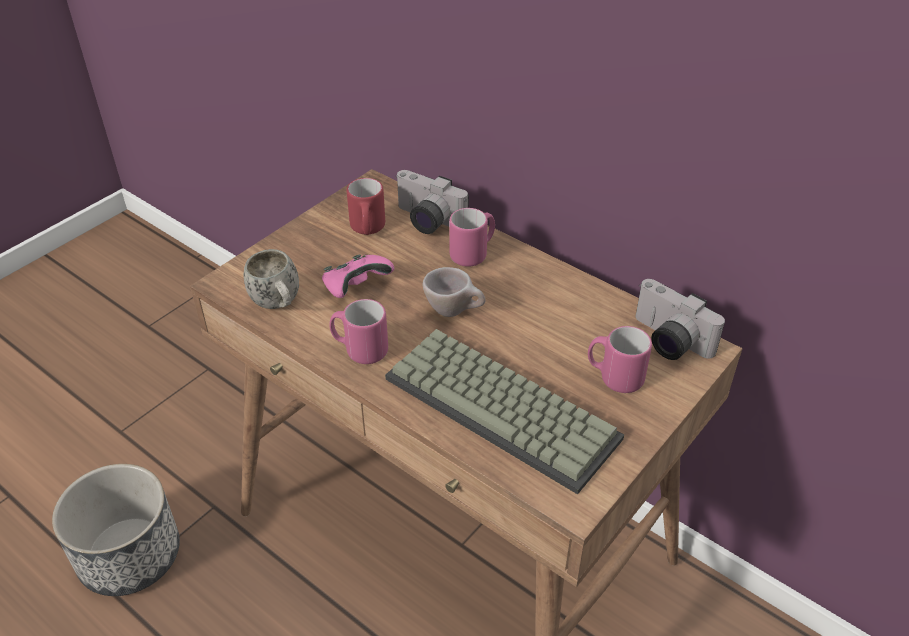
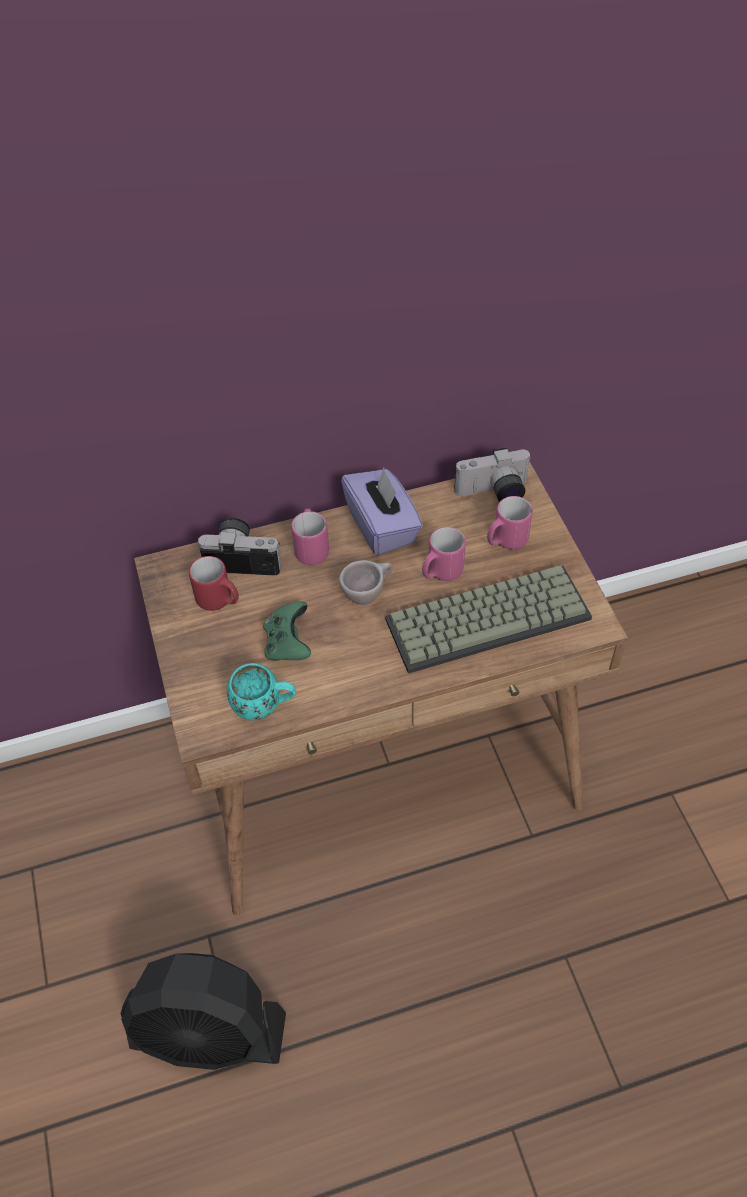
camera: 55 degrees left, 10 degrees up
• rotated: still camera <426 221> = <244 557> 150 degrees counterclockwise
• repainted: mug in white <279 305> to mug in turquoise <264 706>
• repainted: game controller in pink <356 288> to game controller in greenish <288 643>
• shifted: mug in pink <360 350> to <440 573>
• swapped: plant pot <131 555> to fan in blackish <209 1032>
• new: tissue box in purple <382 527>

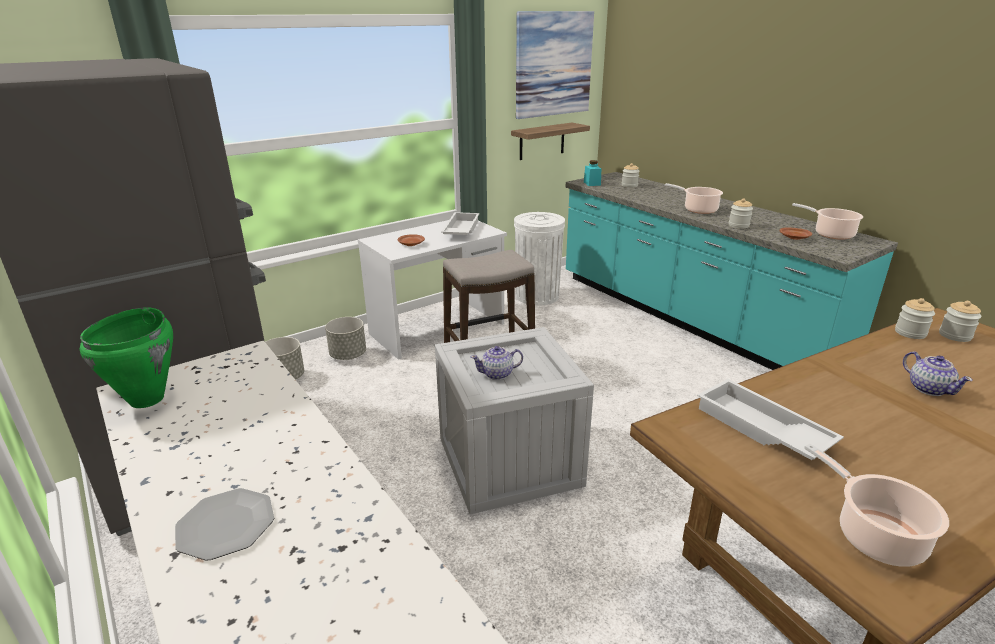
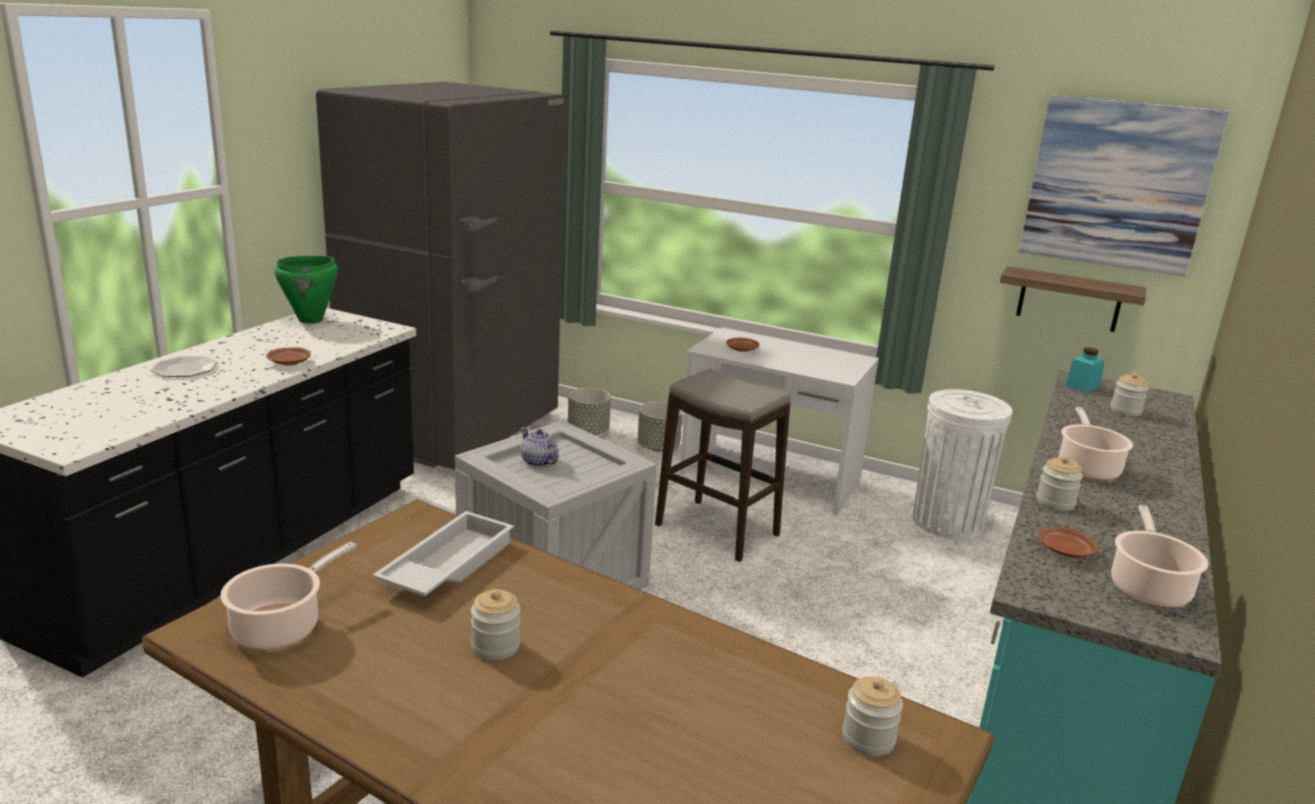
camera: 60 degrees right, 5 degrees down
• gone: carrying tray in white <460 230>
• shifted: storage jar <910 333> to <495 646>
• gone: tea pot <928 388>
• new: flat dish in brown <289 363>

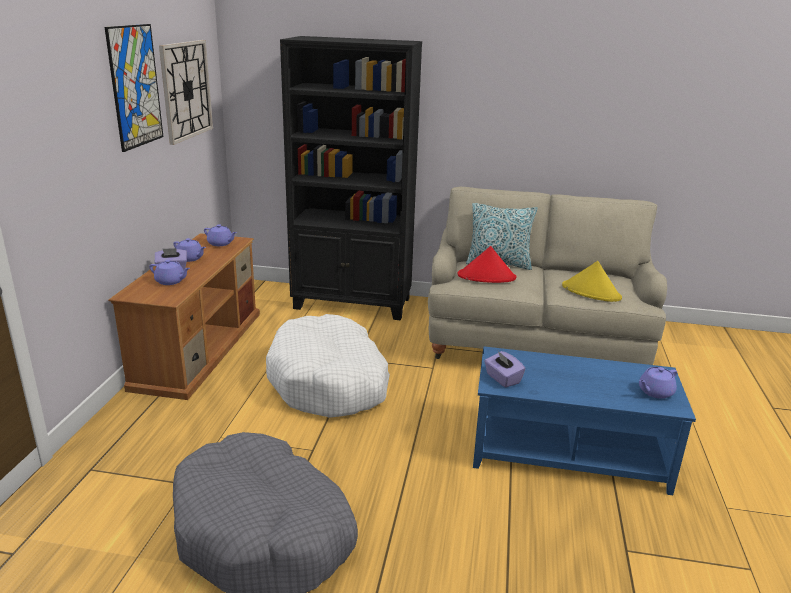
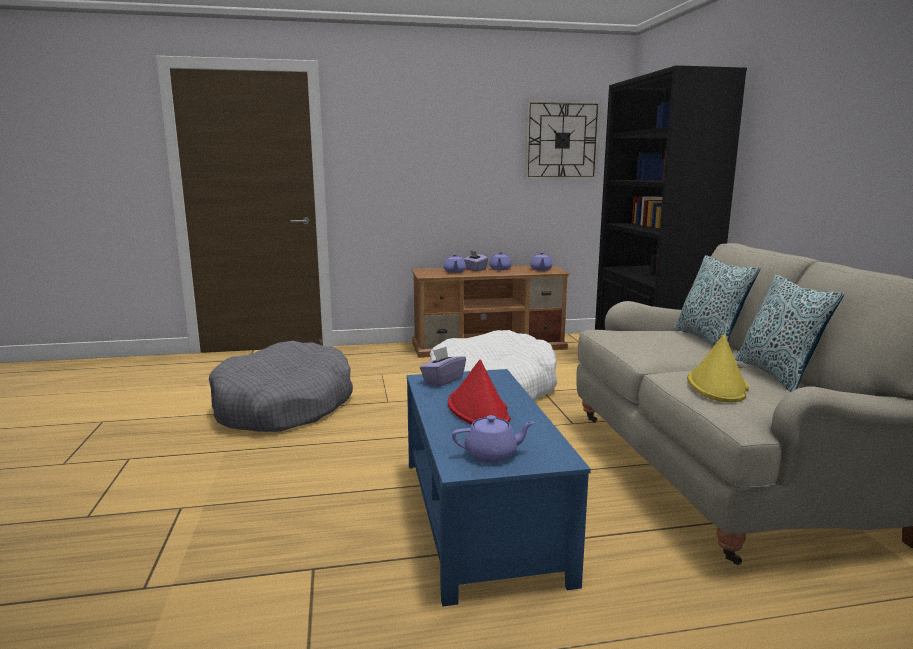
camera: 70 degrees right, 10 degrees down
• gone: wall art <135 86>
• shifted: hat in red <487 277> to <478 410>
• rotated: tea pot in purple <655 392> = <492 454> 135 degrees clockwise
• new: cushion <776 375>

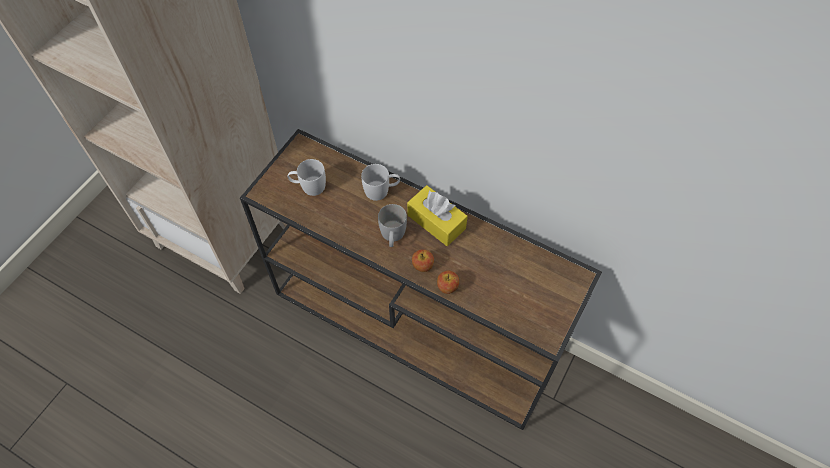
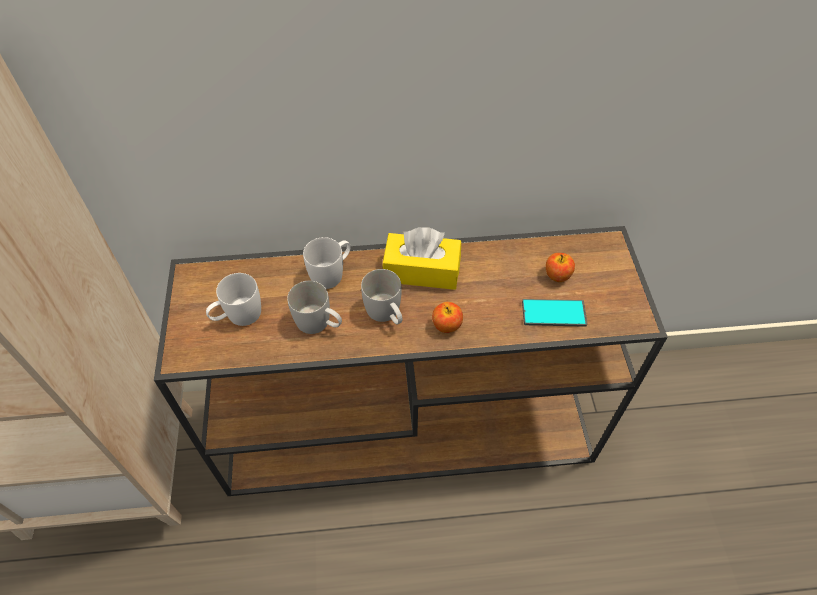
camera: 35 degrees left, 5 degrees down
• shifted: whole apple <447 287> to <557 275>
• new: mug in white <319 323>
• new: telephone <553 313>

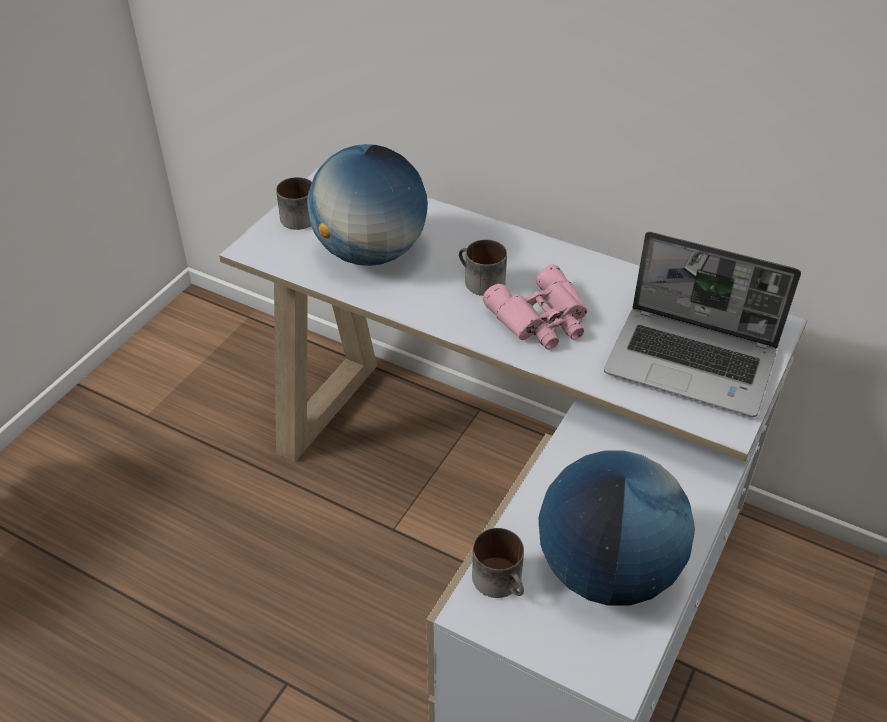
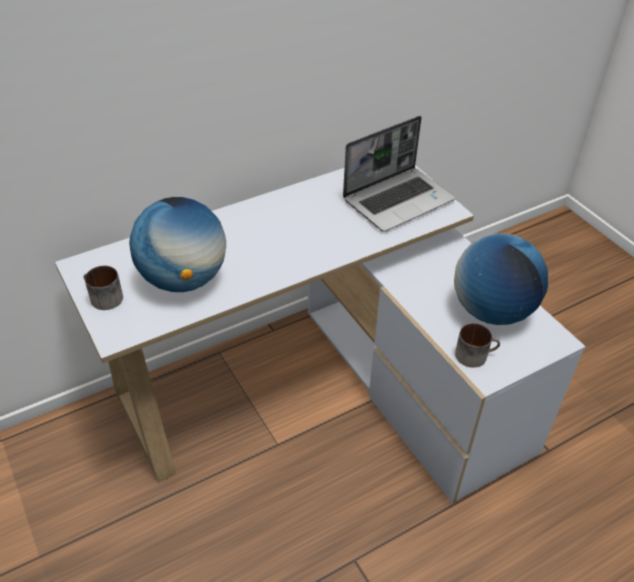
camera: 60 degrees left, 0 degrees up
• gone: mug <479 281>
• gone: field glasses in pink <542 320>

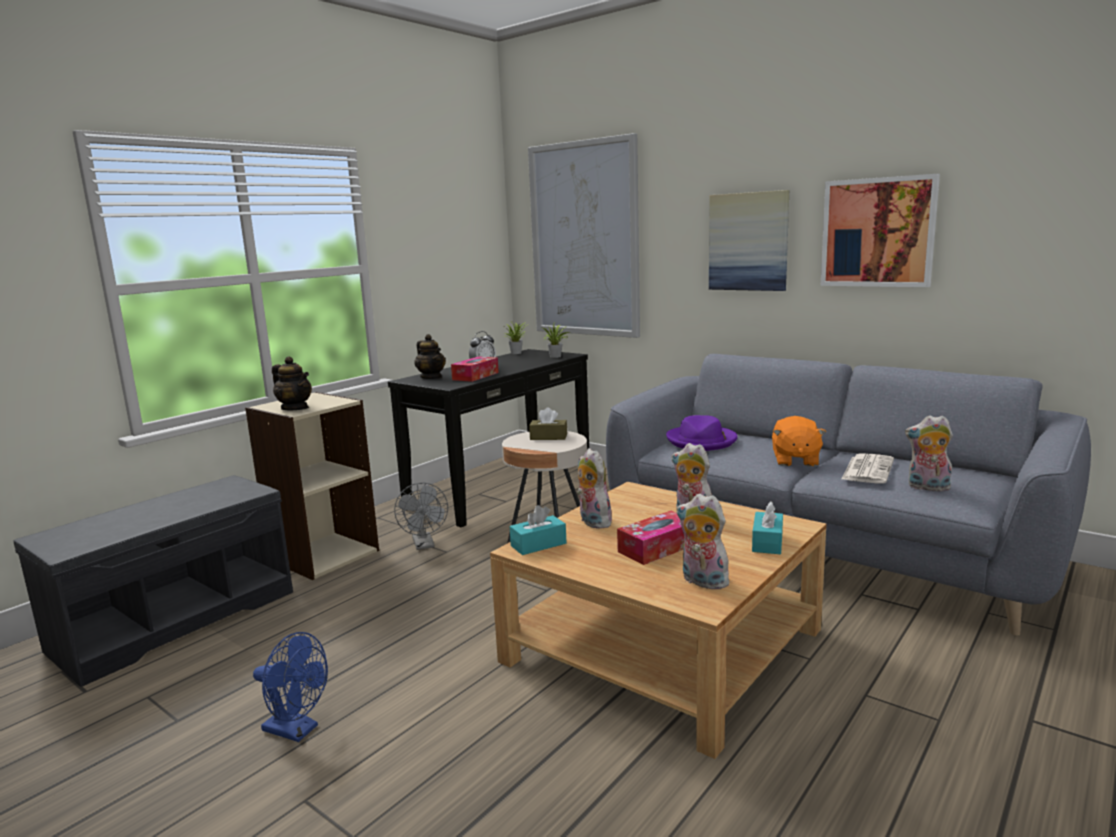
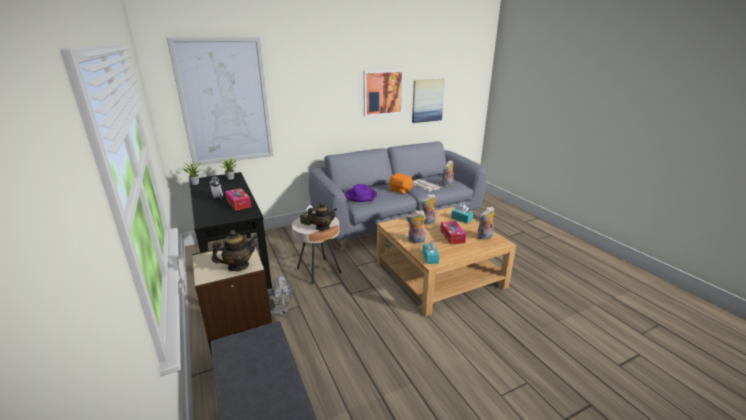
camera: 65 degrees left, 10 degrees up
• shifted: wall art <748 241> to <427 100>
• shifted: tea pot <431 377> to <322 228>
• gone: fan in bluish <297 730>

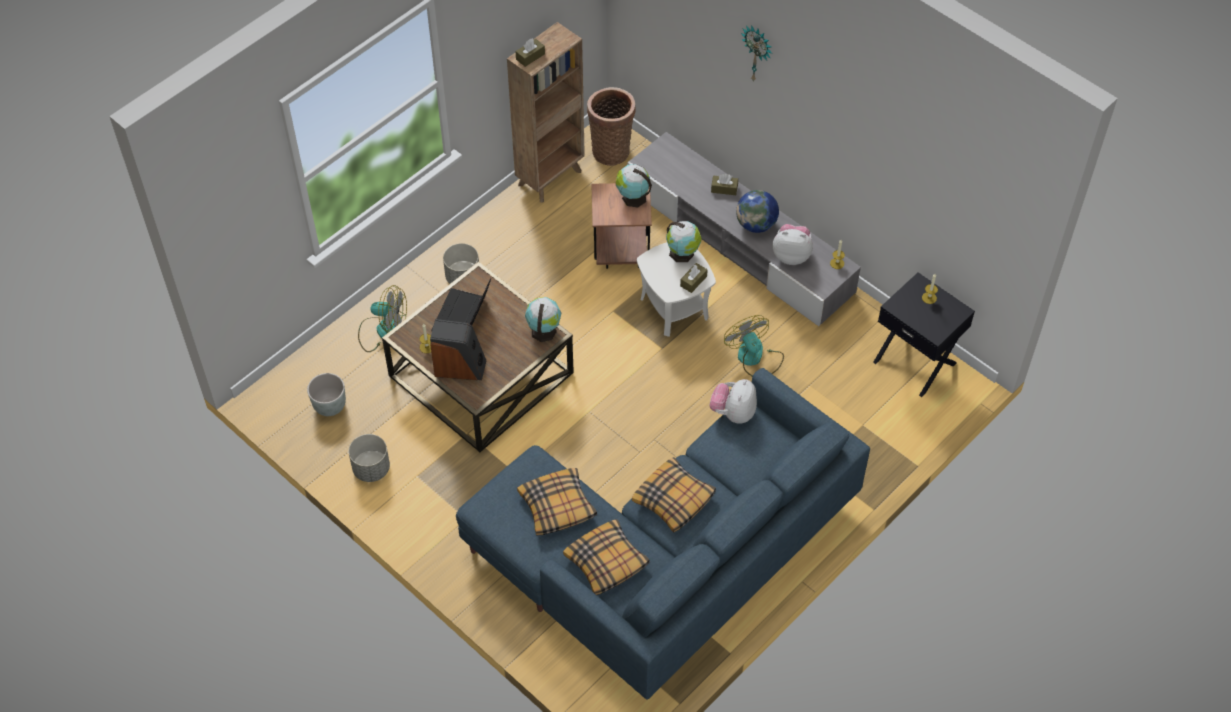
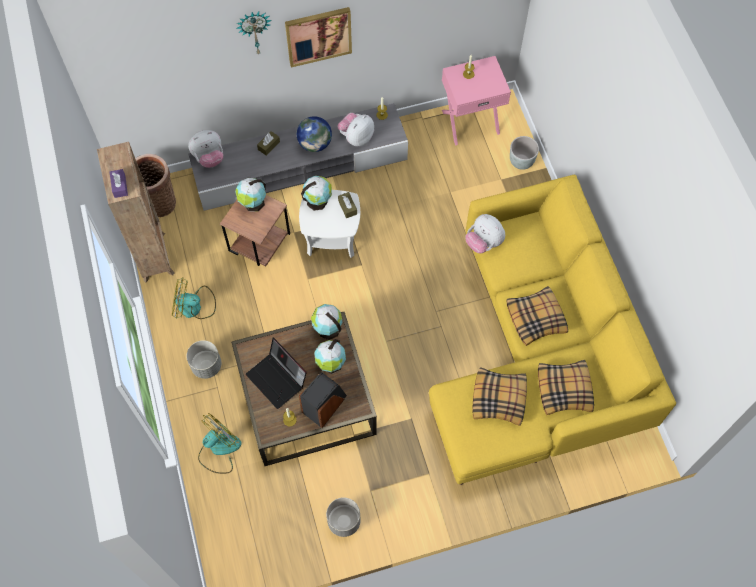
camera: 60 degrees left, 10 degrees up
• repainted: tissue box in brown <530 56> to tissue box in purple <119 186>
• repainted: night table in blackish <915 362> to night table in pink <470 121>
• shifted: fan <754 358> to <194 306>
• repainted: couch in bluish <666 559> to couch in yellowish <538 356>
• shifted: plant pot in gray <330 406> to <521 161>
• new: wall art <318 36>
• new: cuddly toy <209 158>
• new: globe <331 364>

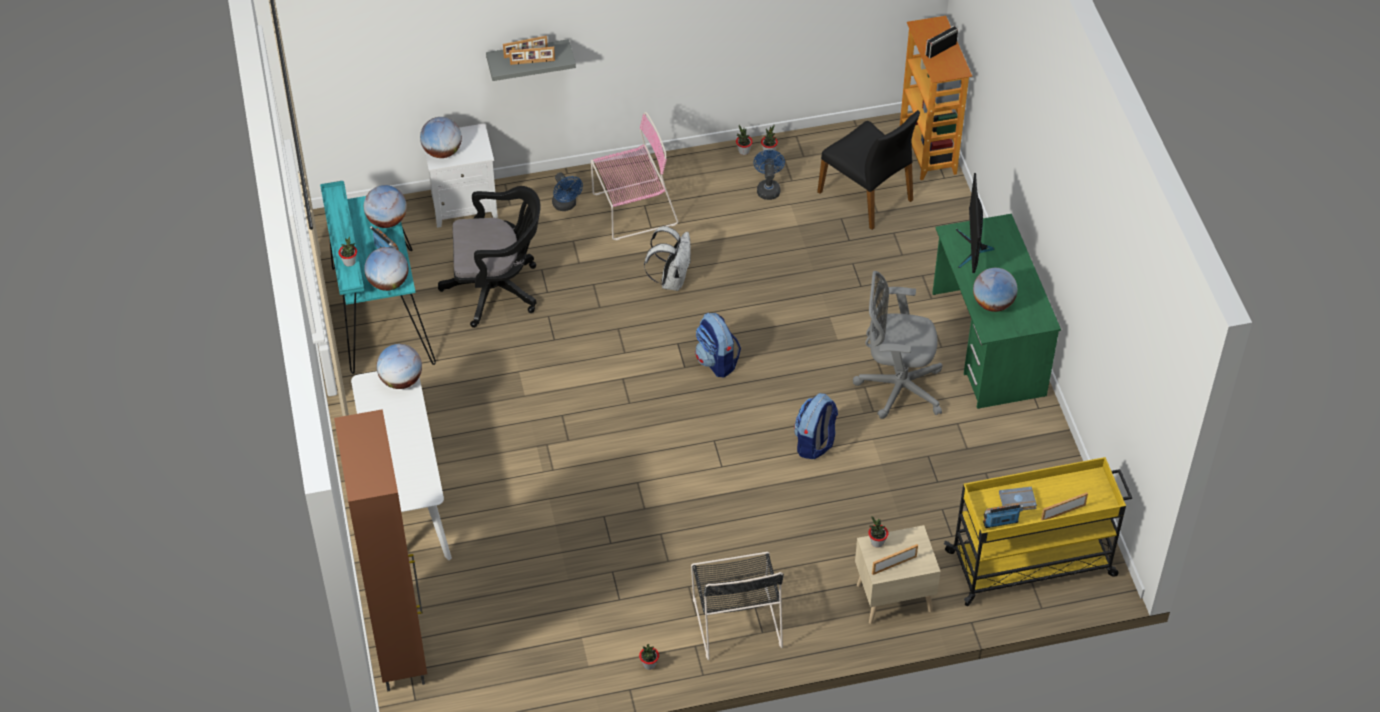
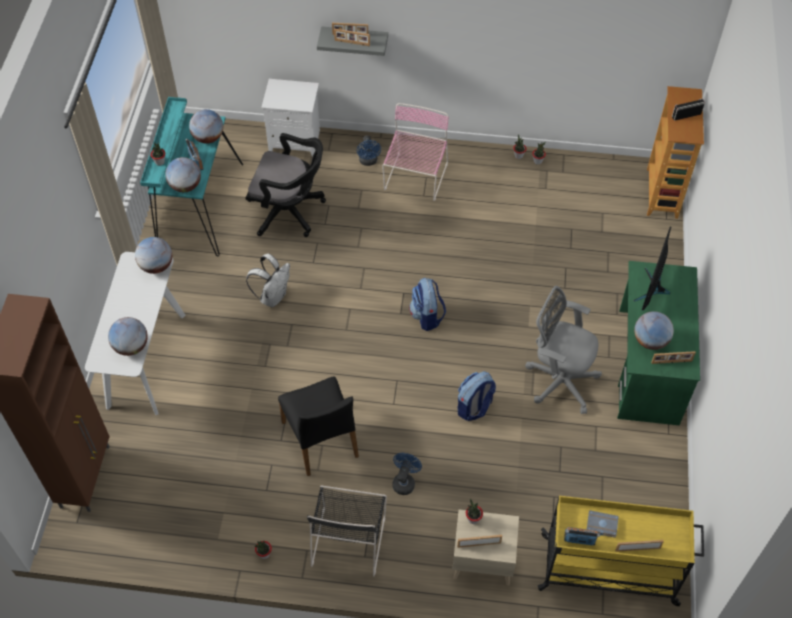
camera: 20 degrees right, 5 degrees up
• shifted: upright chair in blackish <867 196> to <321 439>
• rotated: upright chair in pink <632 210> = <415 178> 75 degrees counterclockwise
• shifted: globe <442 151> to <131 346>
• shifted: fan in bluish <768 188> to <404 481>
• shifted: rucksack in white <671 280> to <273 296>
• new: picture frame <671 362>

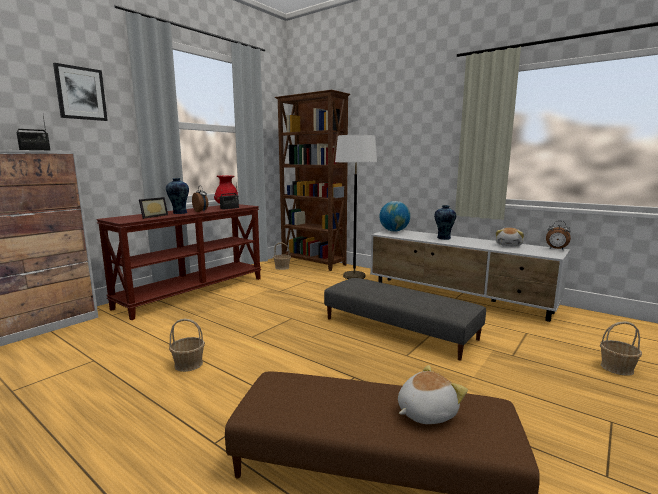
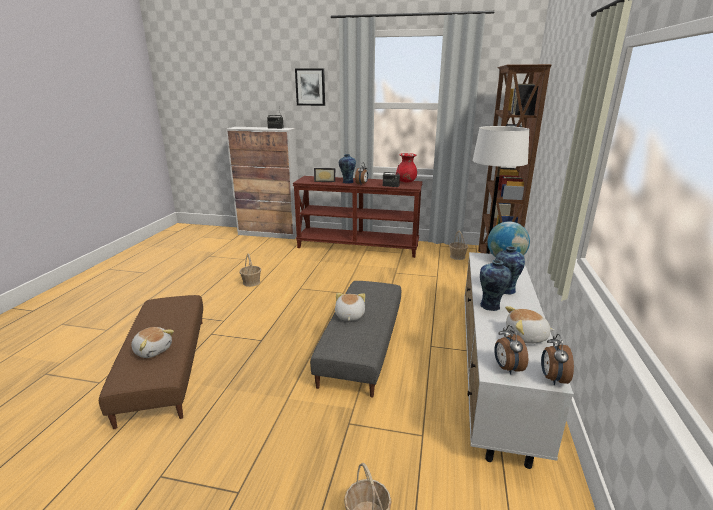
camera: 65 degrees right, 10 degrees up
• new: decorative vase <491 306>
• new: cuddly toy <349 316>
• new: table clock <506 368>

